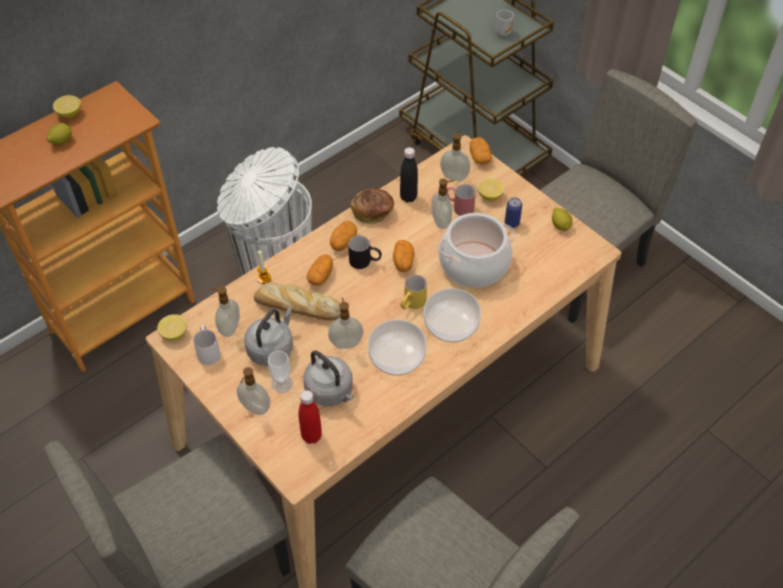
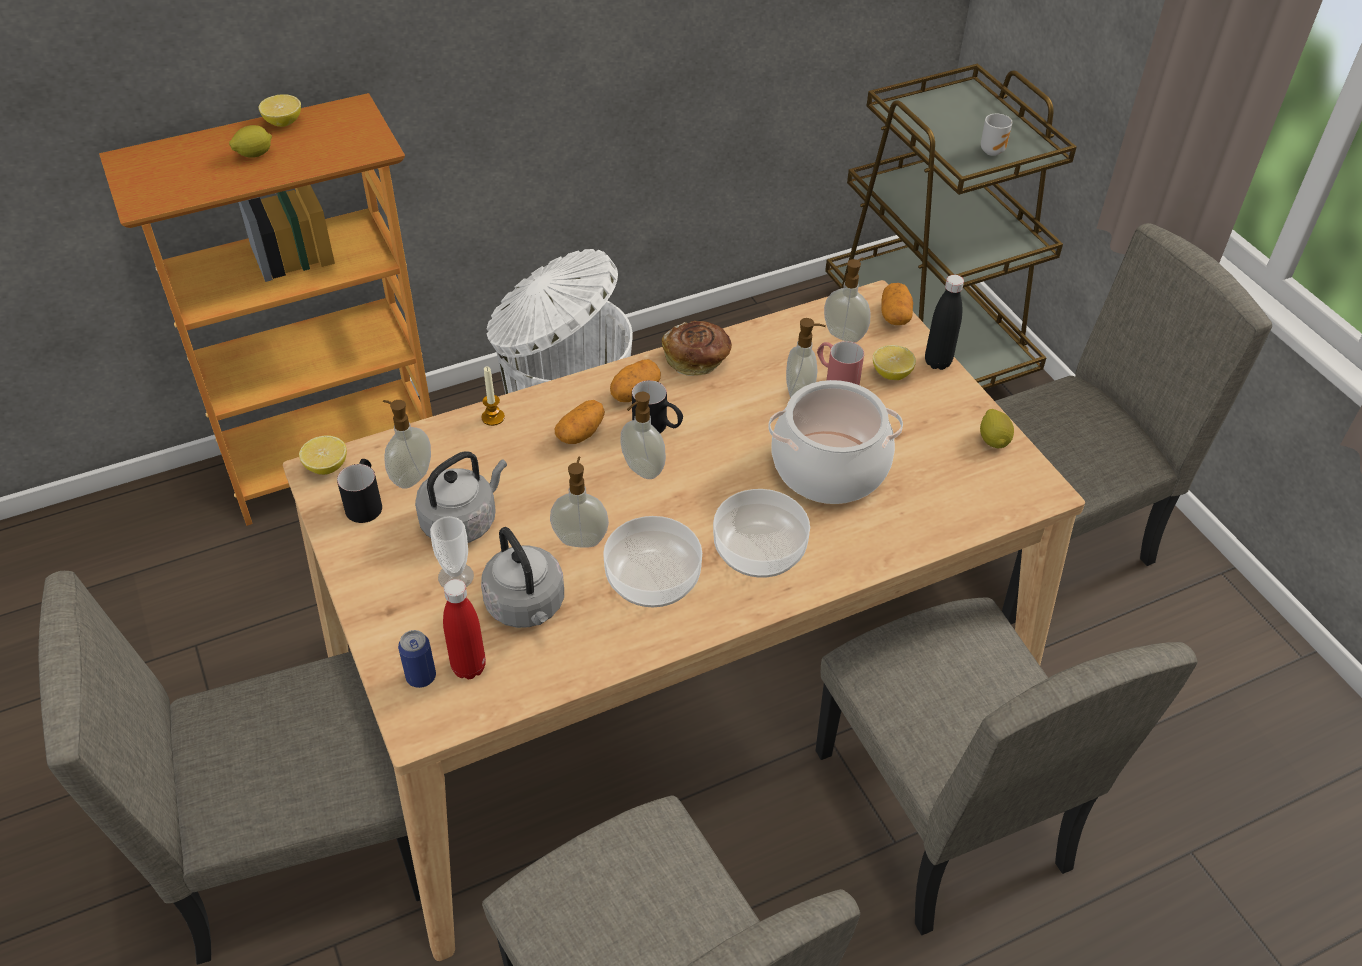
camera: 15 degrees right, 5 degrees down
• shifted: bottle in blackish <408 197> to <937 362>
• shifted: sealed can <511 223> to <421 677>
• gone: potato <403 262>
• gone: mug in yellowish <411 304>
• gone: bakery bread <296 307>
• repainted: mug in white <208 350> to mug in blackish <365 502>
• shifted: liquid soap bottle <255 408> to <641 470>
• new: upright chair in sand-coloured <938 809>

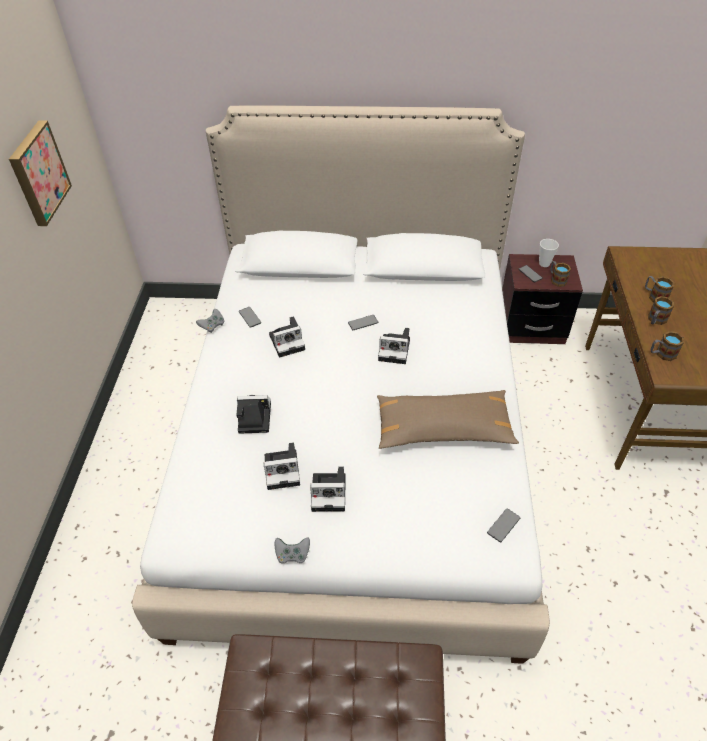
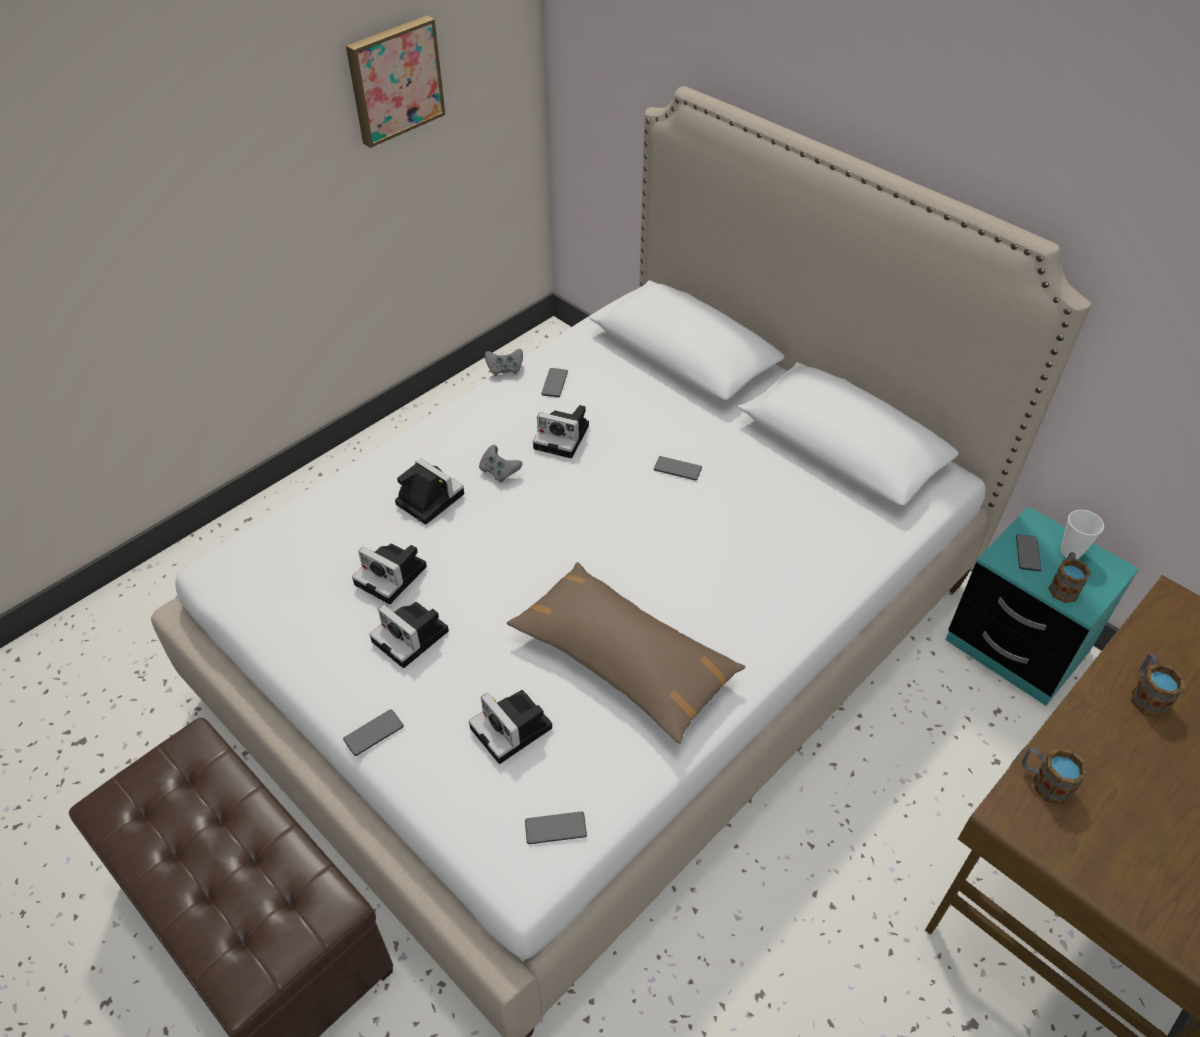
camera: 40 degrees right, 0 degrees up
• repainted: night table in brown <531 327> to night table in turquoise <1016 646>
• gone: mug <655 320>
• shifted: still camera <396 350> to <514 729>
• shifted: game controller in gray <292 554> to <499 472>
• new: telephone <373 733>

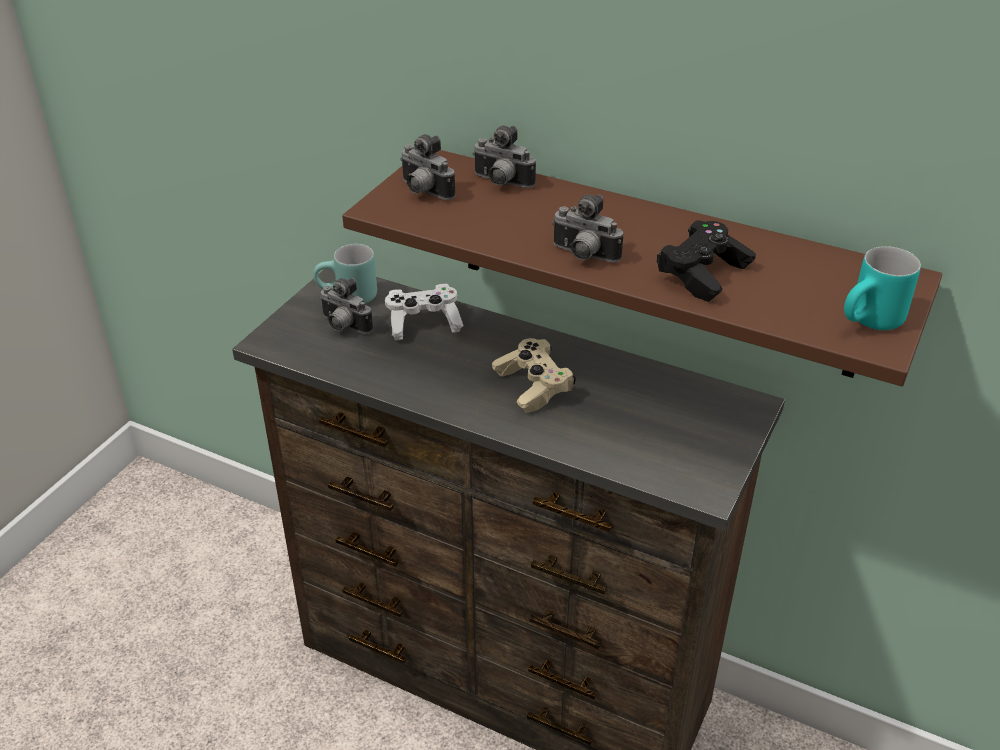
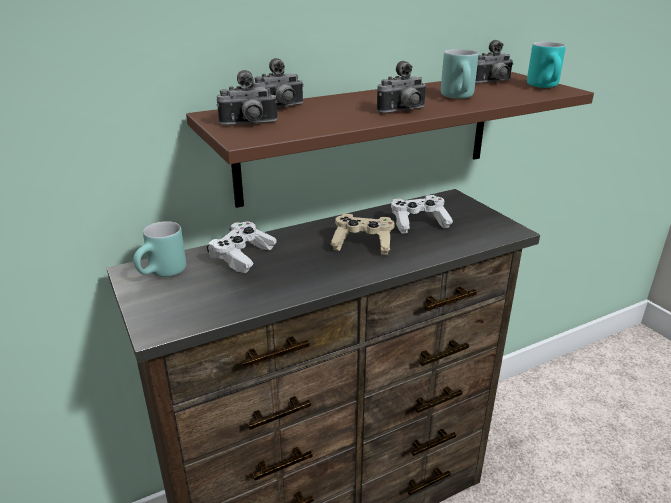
camera: 55 degrees left, 10 degrees down
• swapped: game controller in blackish <703 274> to mug in turquoise <461 98>
• shifted: still camera <343 327> to <493 82>
• new: game controller in white <418 223>

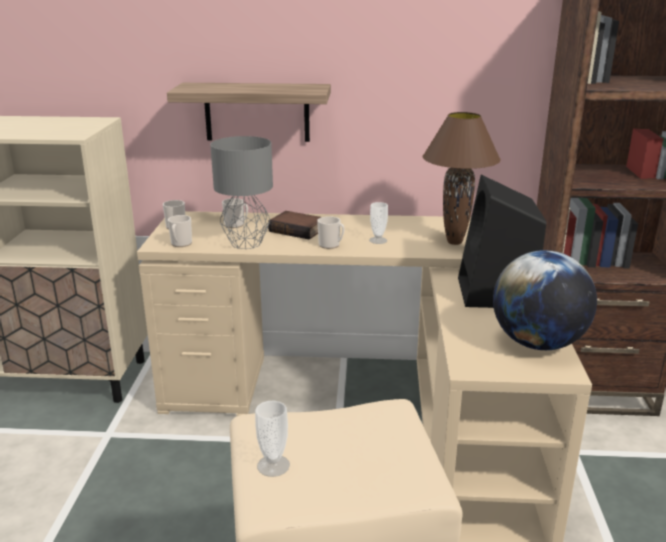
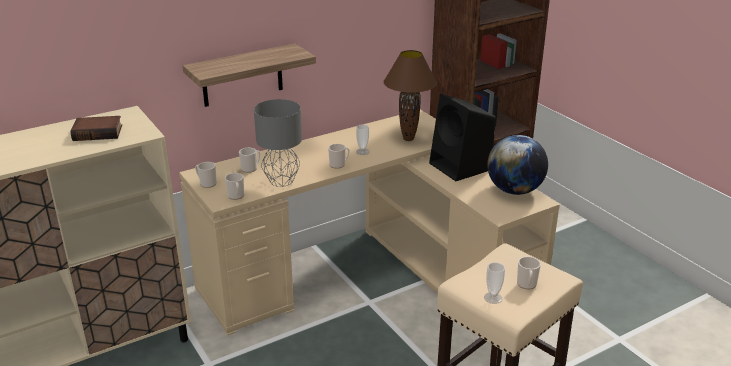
camera: 35 degrees left, 5 degrees up
• shifted: bound book <298 230> to <98 132>
• new: mug <527 285>

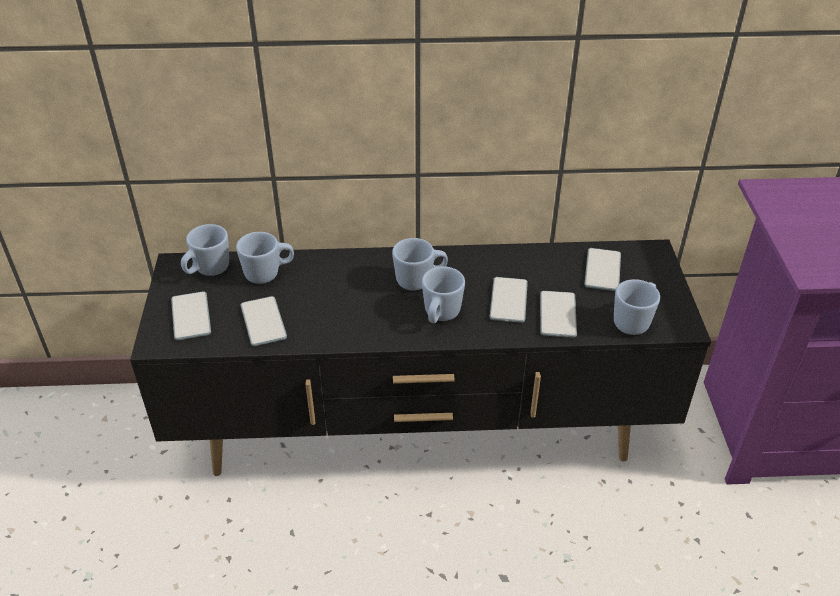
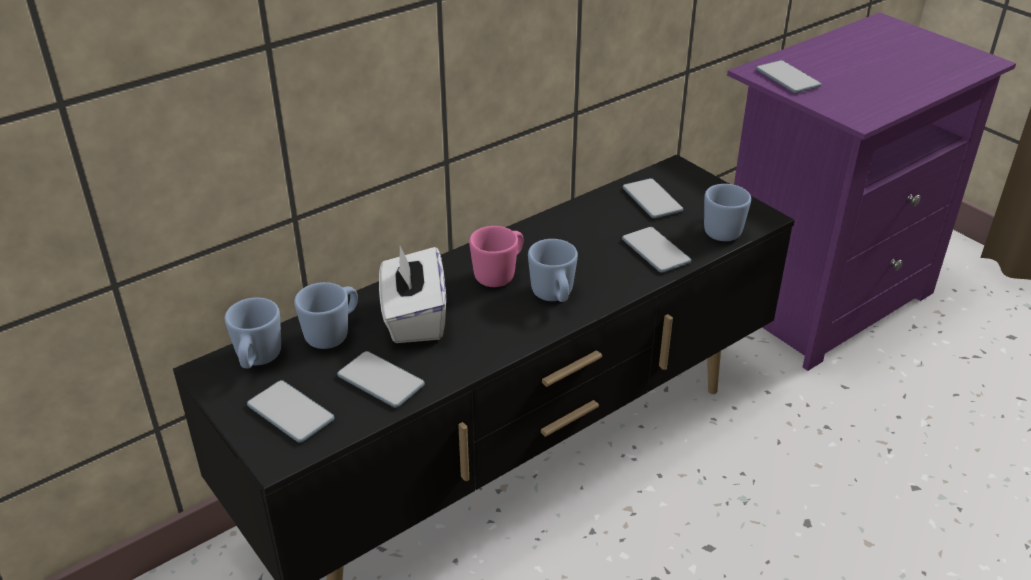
camera: 35 degrees left, 5 degrees down
• repainted: mug in bluish <420 280> to mug in pink <500 274>
• shifted: telephone <508 301> to <787 78>
• new: tissue box in white <414 318>

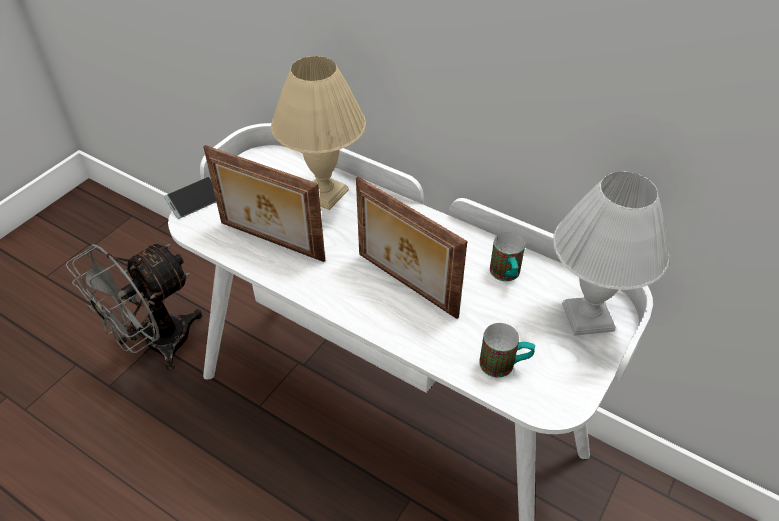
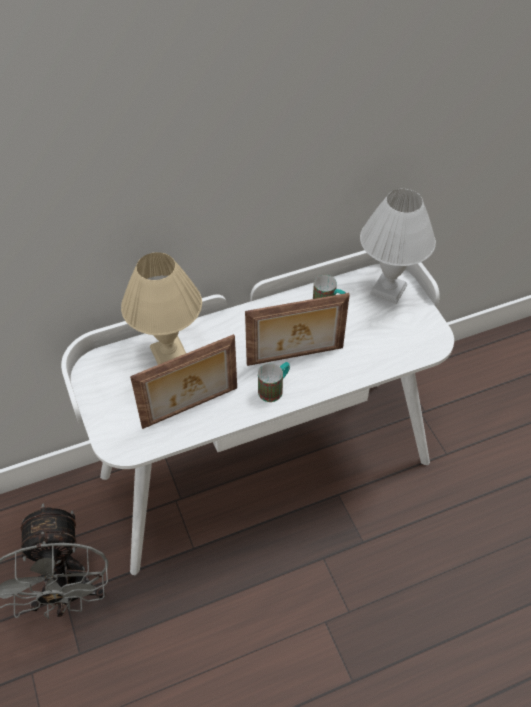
camera: 55 degrees left, 5 degrees up
• gone: telephone <197 201>
• shifted: mug <504 365> to <274 389>

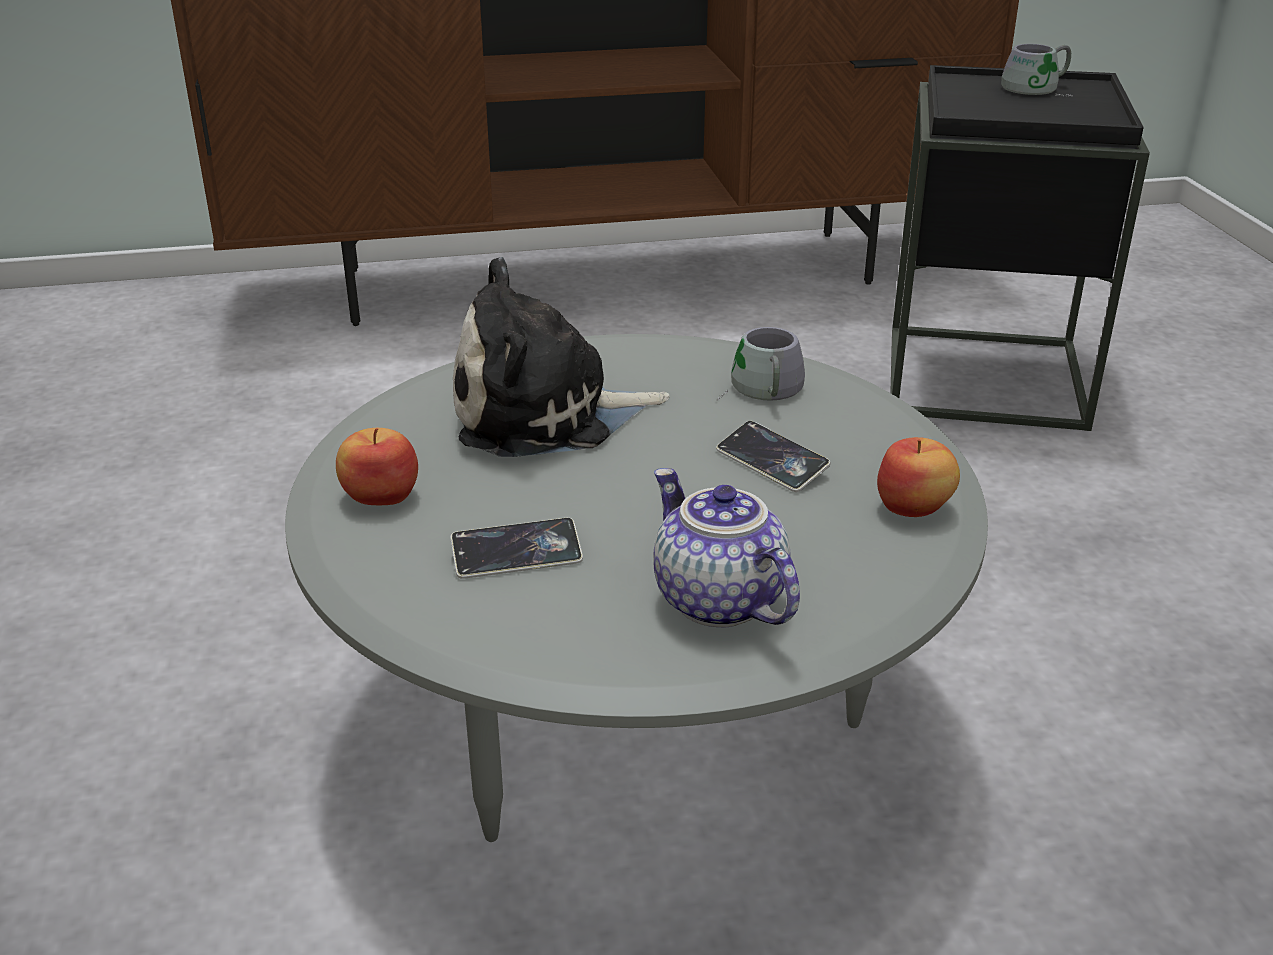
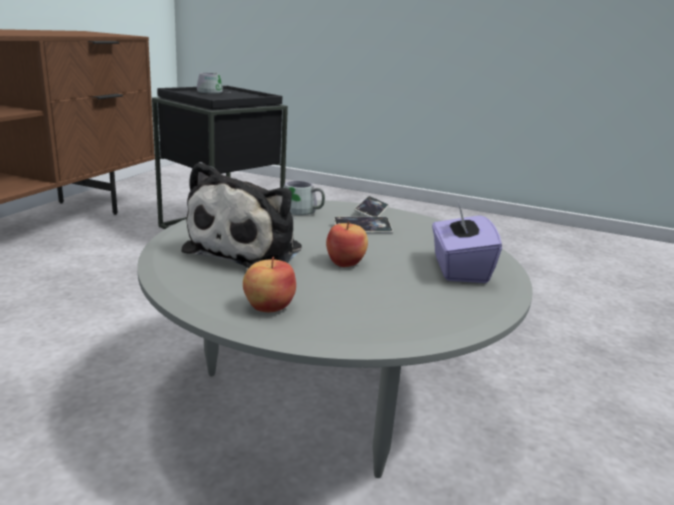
camera: 60 degrees left, 10 degrees down
• shifted: whole apple <914 507> to <346 262>
• swapped: tea pot <716 601> to tissue box in purple <458 269>
• shifted: telephone <517 555> to <371 211>

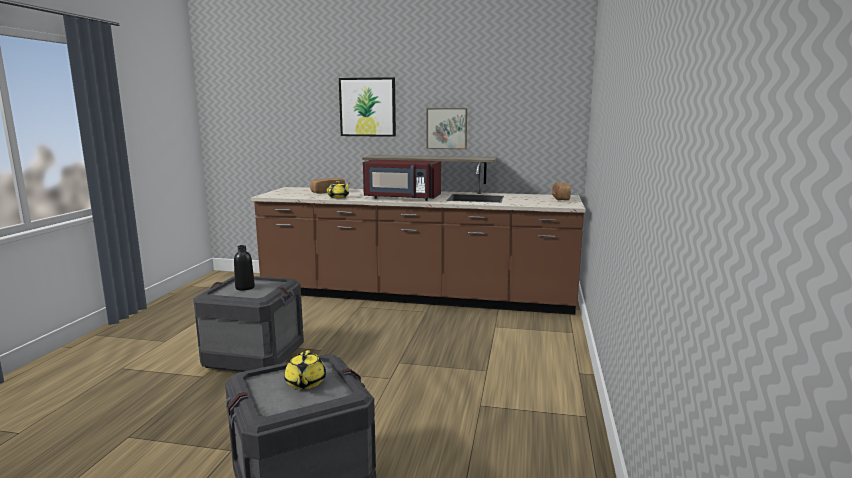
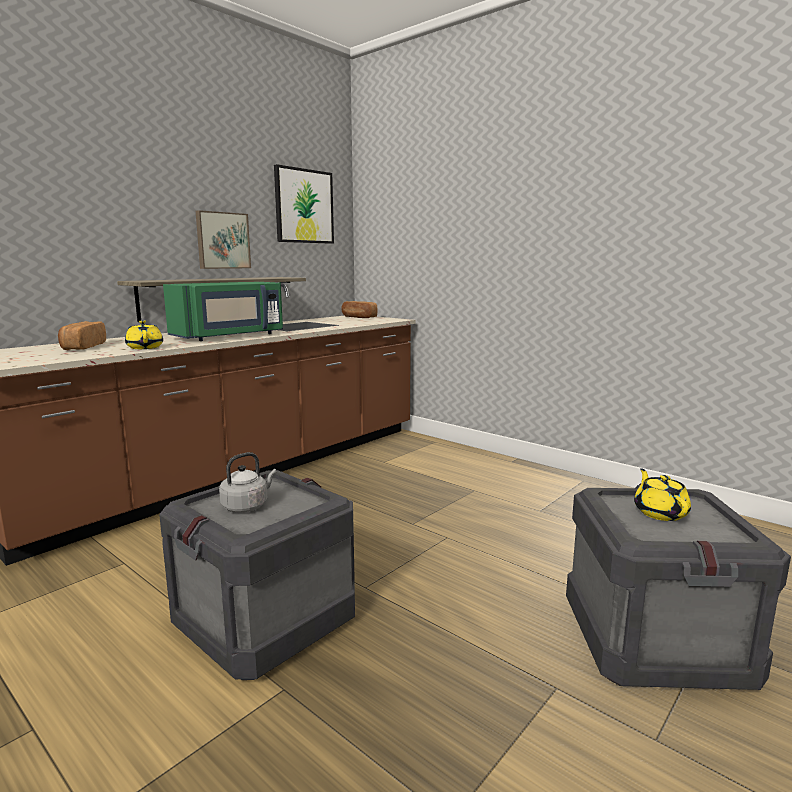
camera: 60 degrees left, 0 degrees up
• shifted: wall art <367 107> to <304 206>
• repainted: microwave oven in red <401 198> to microwave oven in greenish <230 336>
• swapped: bottle in blackish <245 287> to tea kettle in gray <247 506>
• rotated: tea pot in yellowish <305 383> = <660 512> 120 degrees counterclockwise

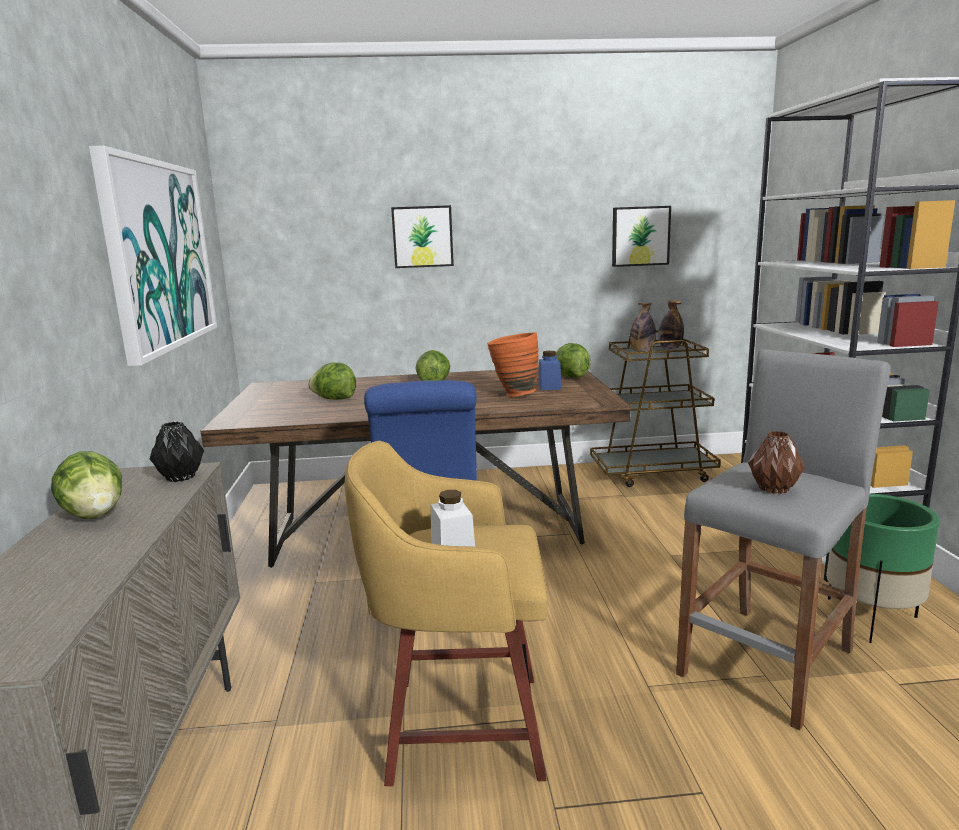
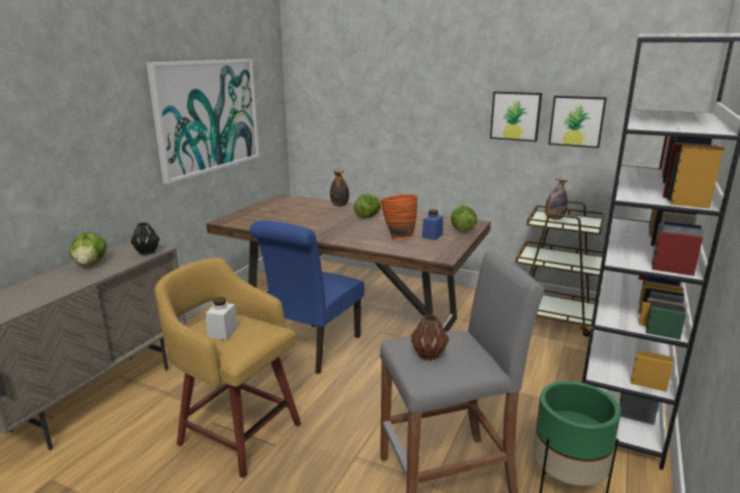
camera: 30 degrees right, 5 degrees up
• shifted: wall art <422 236> to <515 116>
• shifted: bottle <670 348> to <339 205>
• gone: lettuce head <334 399>

